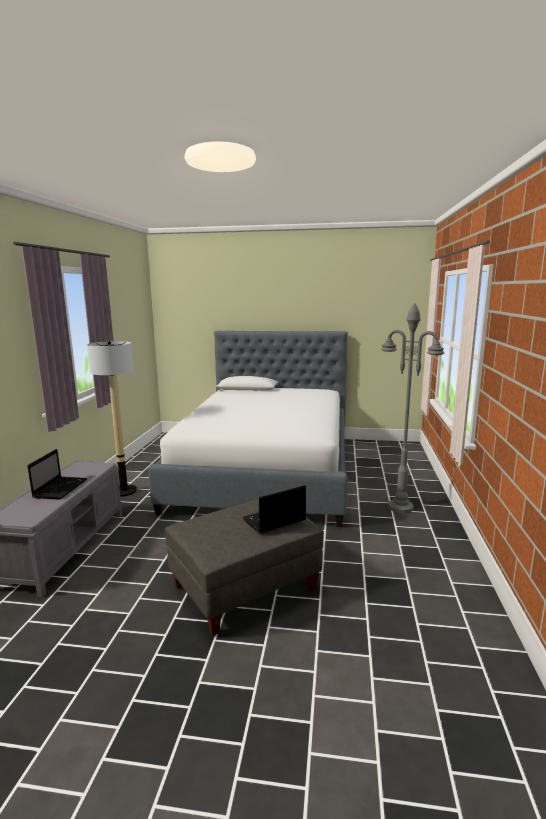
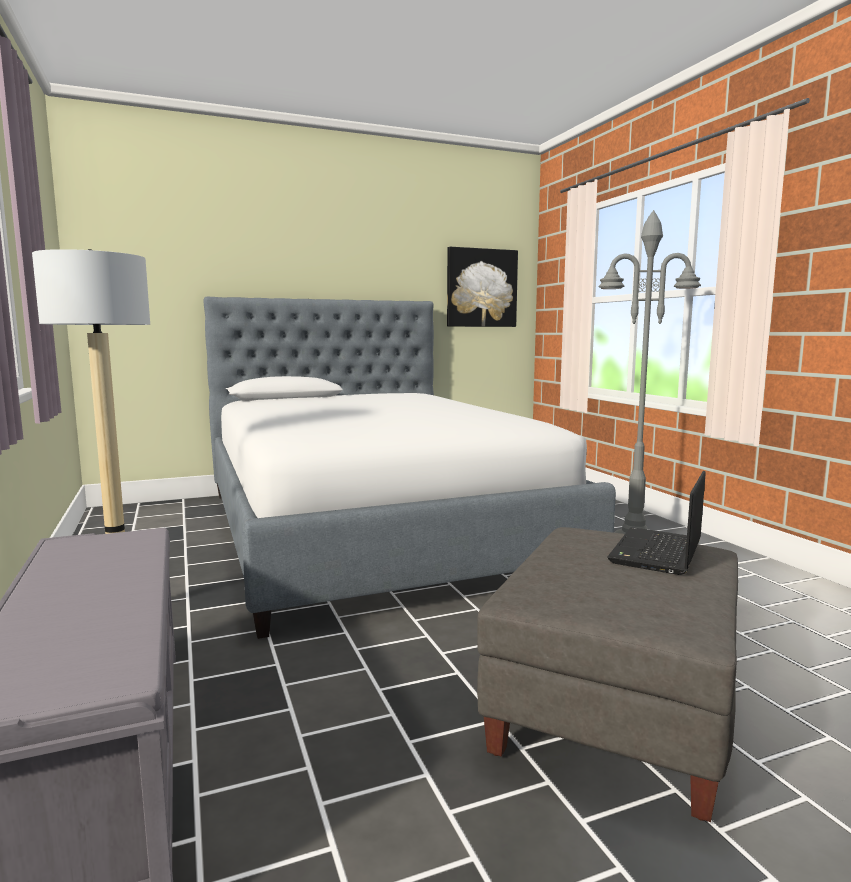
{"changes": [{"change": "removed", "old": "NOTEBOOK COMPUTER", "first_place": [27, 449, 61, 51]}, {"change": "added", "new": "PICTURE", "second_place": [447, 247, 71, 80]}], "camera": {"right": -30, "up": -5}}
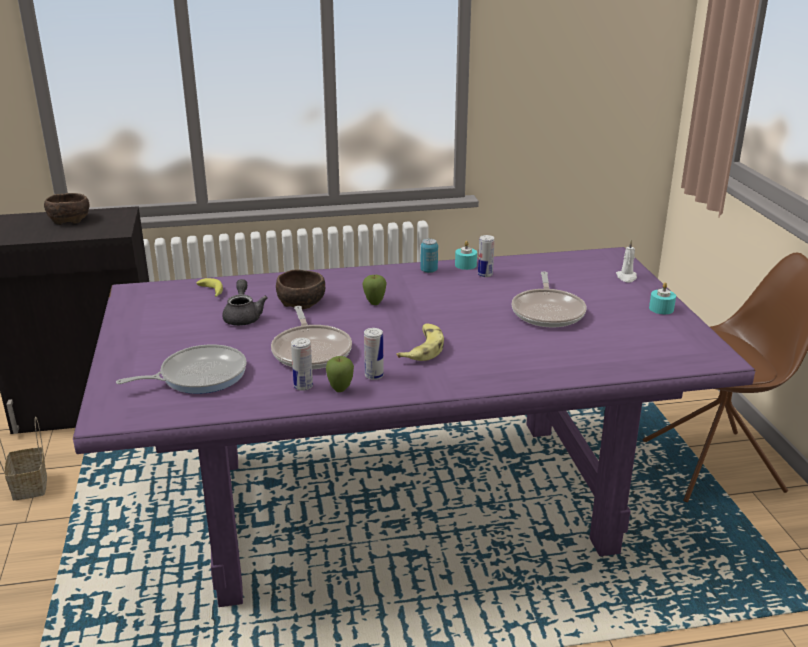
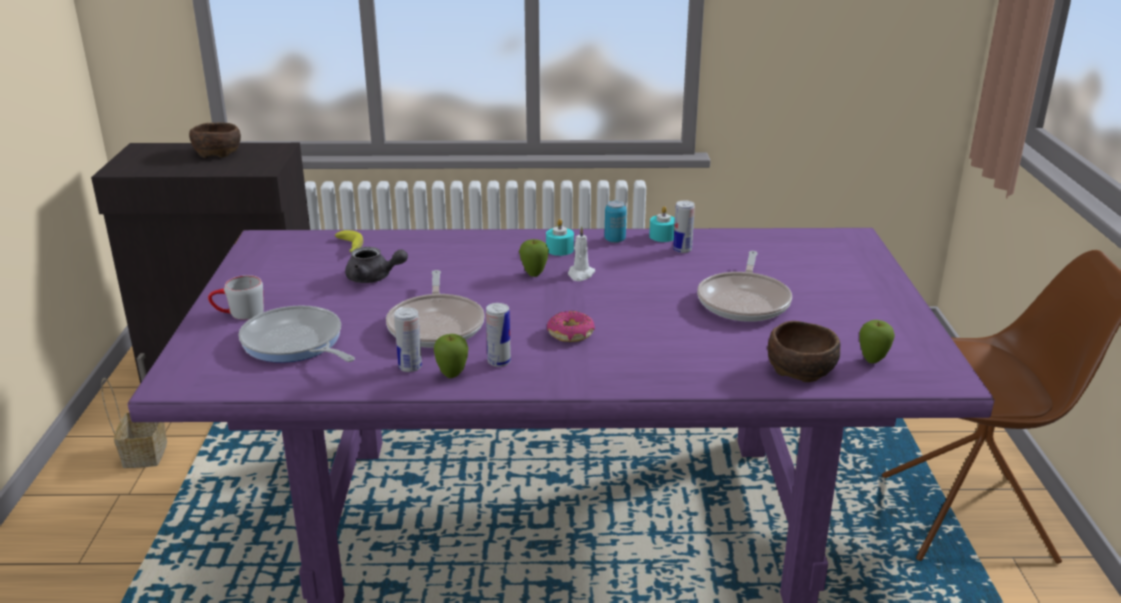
{"changes": [{"change": "added", "new": "GREY MUG", "second_place": [208, 275, 56, 45]}, {"change": "added", "new": "WHOLE APPLE", "second_place": [860, 320, 35, 43]}, {"change": "moved", "old": "BROWNISH BOWL", "first_place": [276, 270, 49, 39], "second_place": [767, 321, 73, 61]}, {"change": "moved", "old": "WHITE CANDLE", "first_place": [616, 240, 21, 43], "second_place": [568, 226, 27, 55]}, {"change": "moved", "old": "TURQUOISE CANDLE", "first_place": [649, 282, 27, 32], "second_place": [546, 219, 28, 37]}, {"change": "replaced", "old": "BANANA FRUIT", "new": "DONUT", "first_place": [396, 323, 48, 38], "second_place": [547, 311, 48, 31]}, {"change": "turned", "old": "PAN", "first_place": [116, 345, 131, 49], "second_place": [238, 305, 117, 58], "degrees": -120}, {"change": "turned", "old": "GREY TEAPOT", "first_place": [222, 279, 46, 47], "second_place": [345, 247, 63, 36], "degrees": 105}], "camera": {"right": 10, "up": 0}}
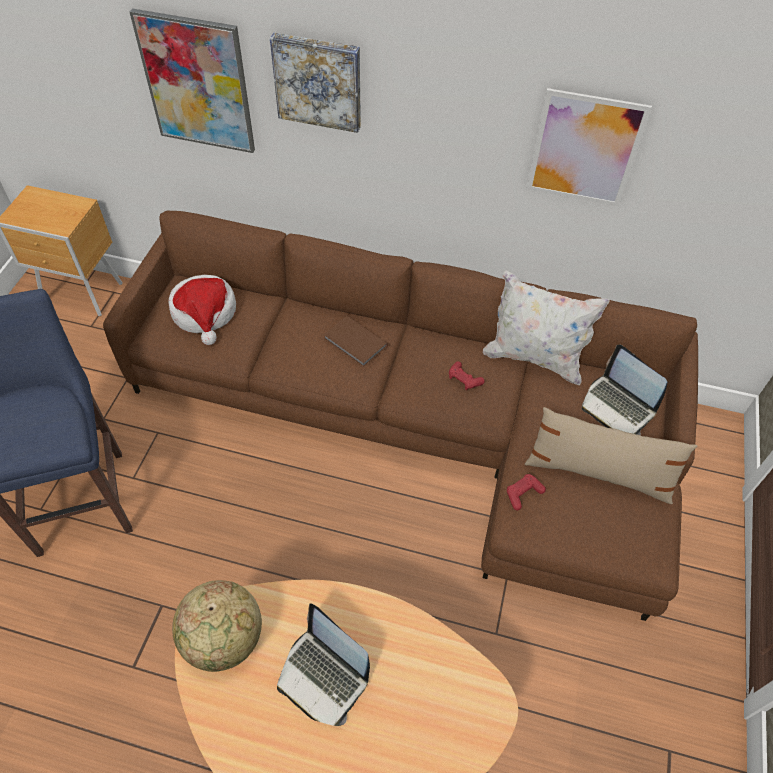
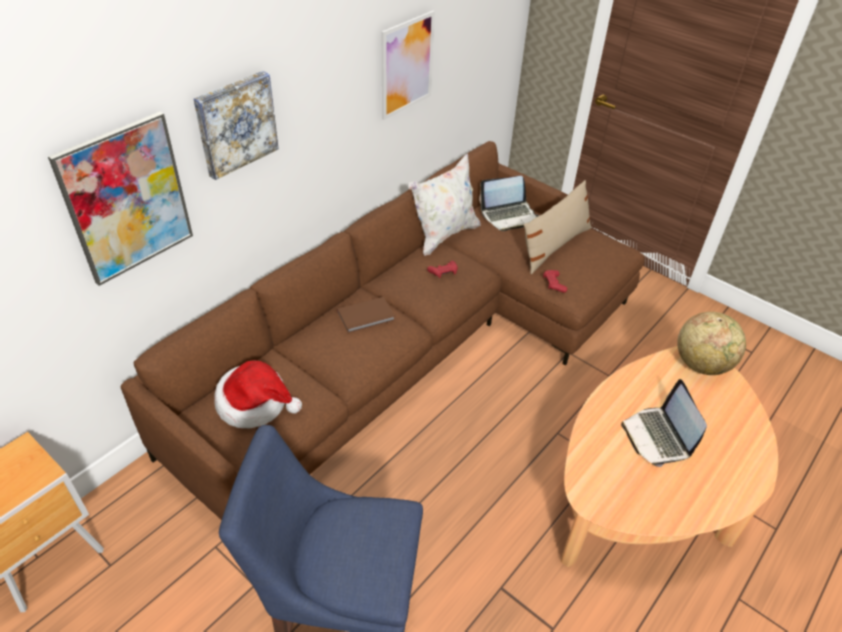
{"changes": [{"change": "moved", "old": "WORLD GLOBE", "first_place": [172, 580, 90, 92], "second_place": [677, 312, 69, 63]}, {"change": "turned", "old": "NOTEBOOK COMPUTER", "first_place": [277, 603, 93, 123], "second_place": [621, 379, 86, 88], "degrees": 105}], "camera": {"right": -65, "up": -10}}
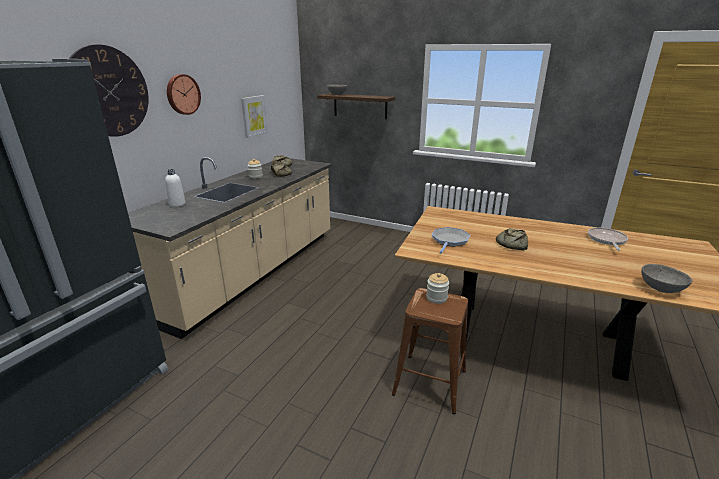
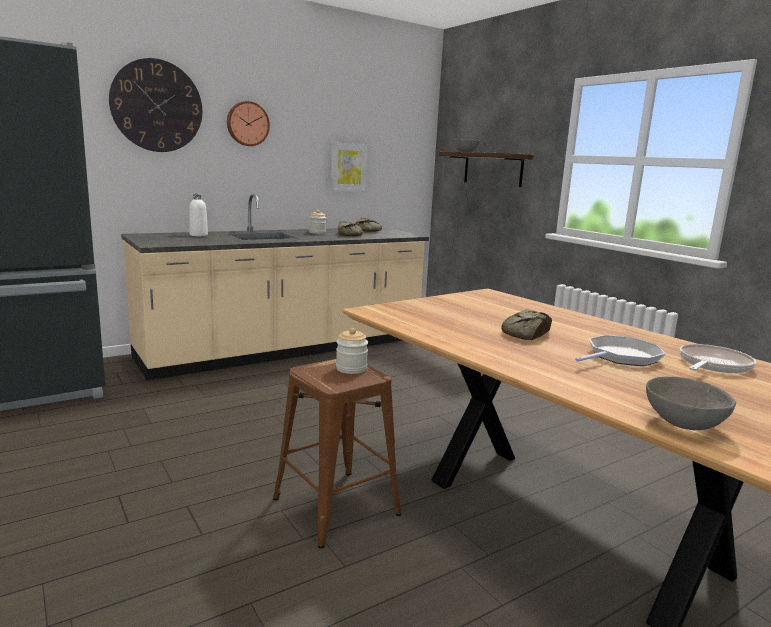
{"changes": [{"change": "moved", "old": "PAN", "first_place": [432, 227, 38, 26], "second_place": [575, 335, 90, 31]}], "camera": {"right": 30, "up": -10}}
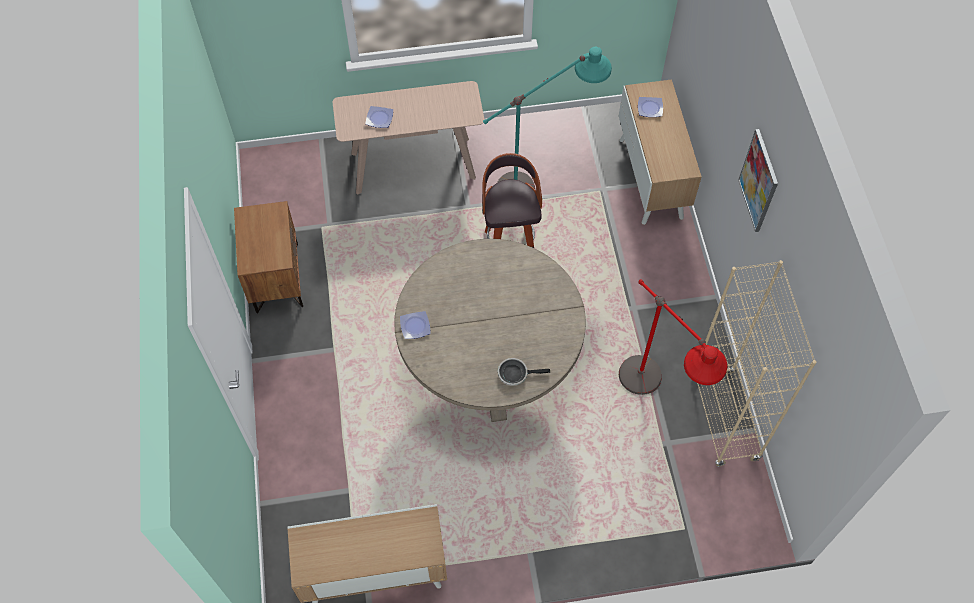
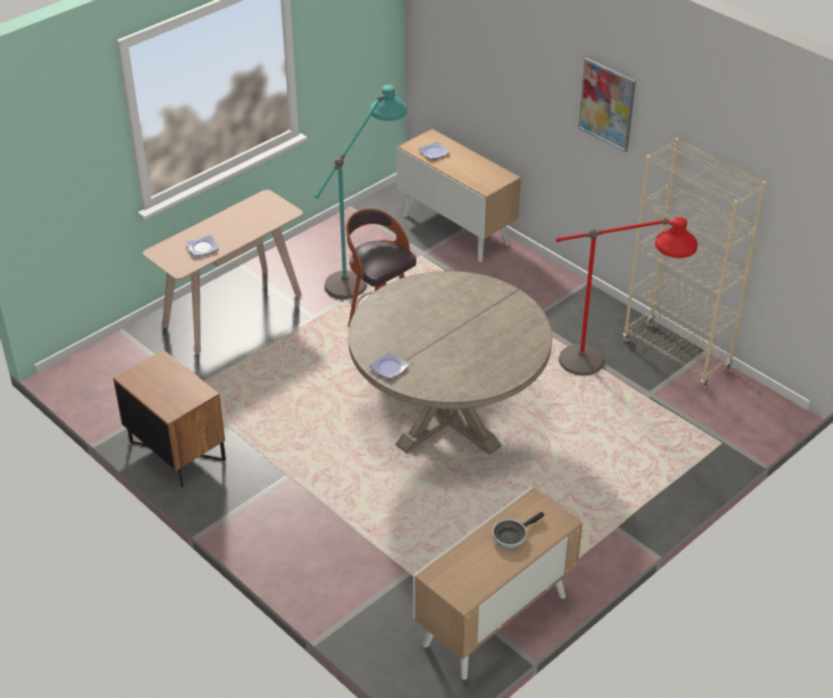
{"changes": [{"change": "moved", "old": "PAN", "first_place": [498, 358, 53, 28], "second_place": [492, 512, 52, 36]}], "camera": {"right": -35, "up": -20}}
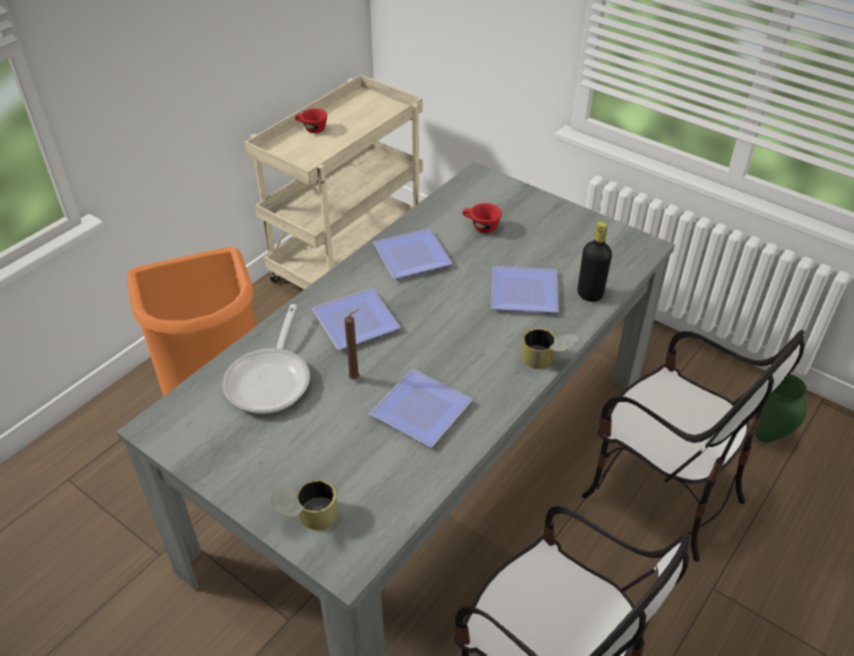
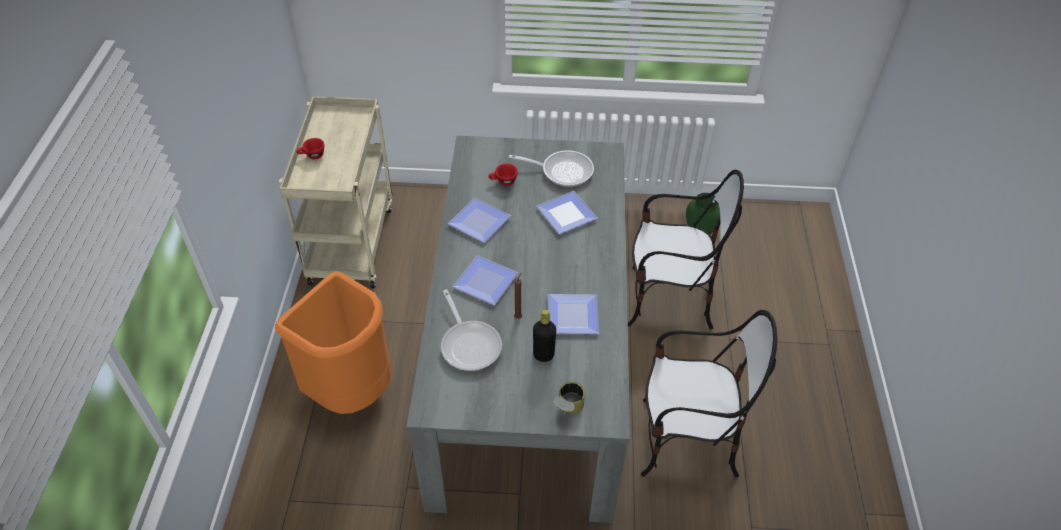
{"changes": [{"change": "removed", "old": "SEALED CAN", "first_place": [521, 327, 58, 42]}, {"change": "added", "new": "PAN", "second_place": [509, 150, 85, 37]}, {"change": "moved", "old": "BLACKISH BEVERAGE BOTTLE", "first_place": [578, 221, 34, 81], "second_place": [533, 309, 23, 53]}], "camera": {"right": -35, "up": 5}}
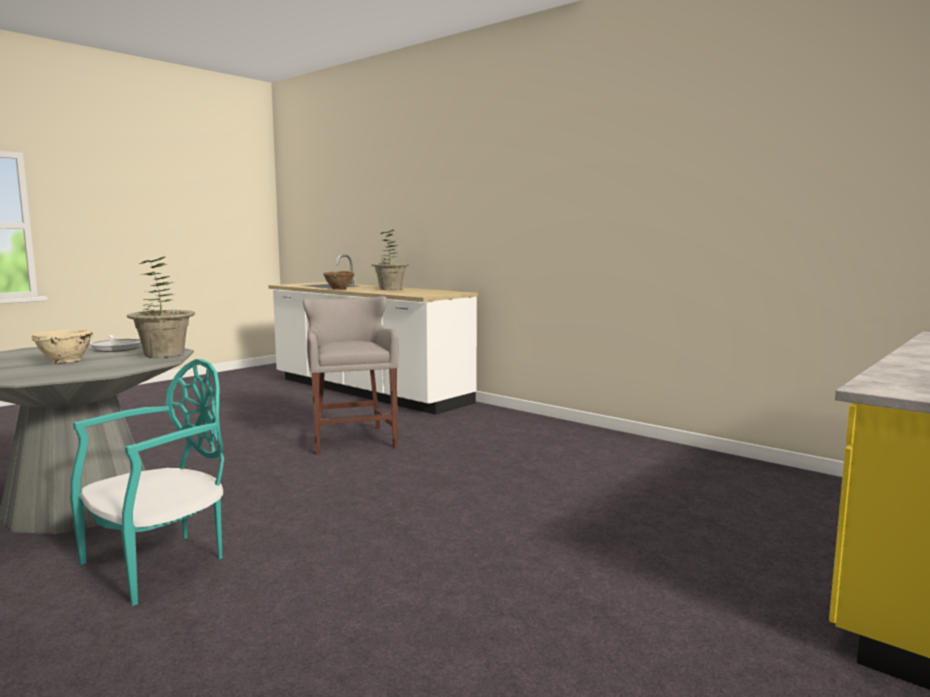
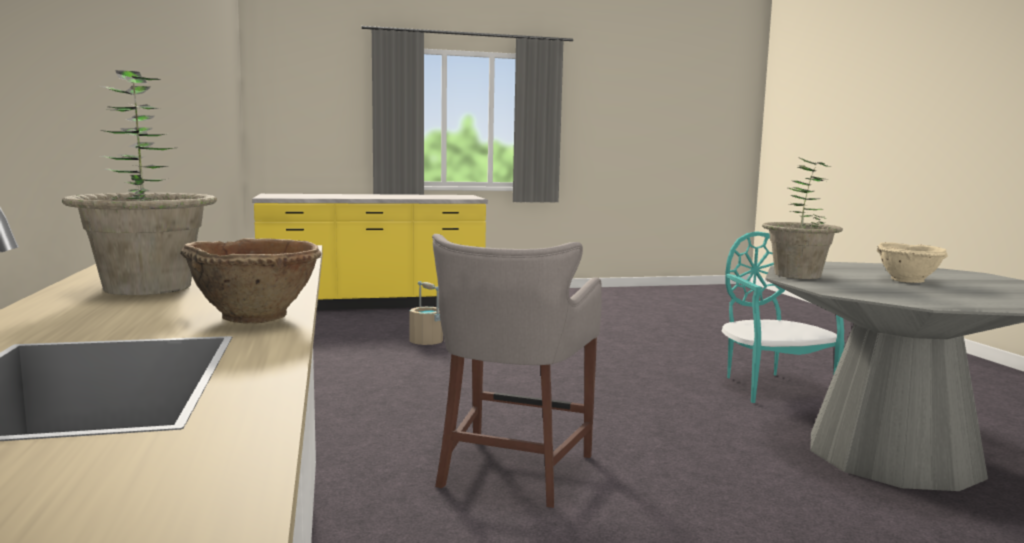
{"changes": [{"change": "removed", "old": "PAN", "first_place": [90, 335, 52, 17]}, {"change": "added", "new": "BEIGE PAIL", "second_place": [409, 281, 34, 64]}, {"change": "turned", "old": "TURQUOISE UPRIGHT CHAIR", "first_place": [70, 359, 154, 247], "second_place": [722, 231, 123, 172], "degrees": 90}], "camera": {"right": -145, "up": 0}}
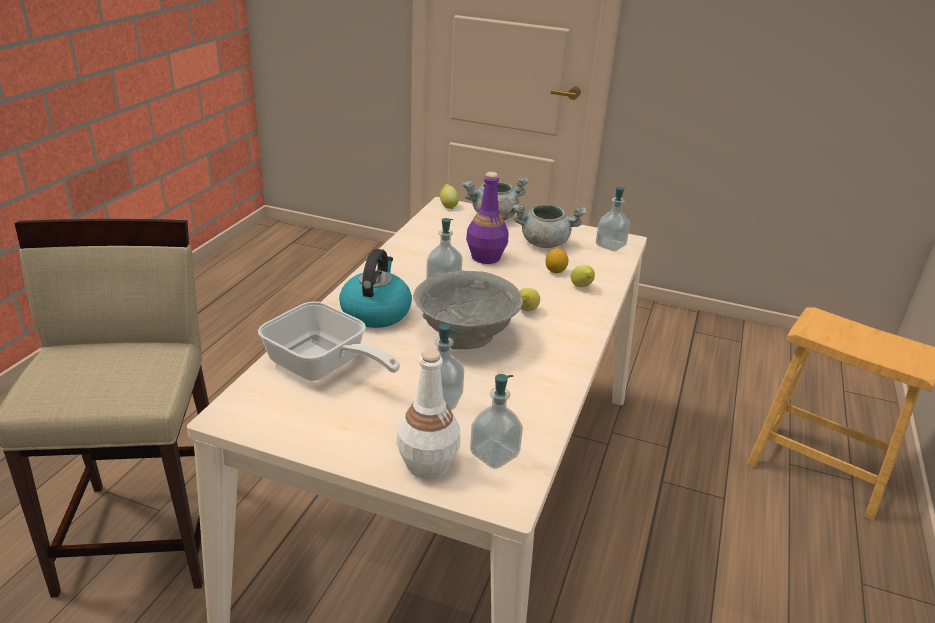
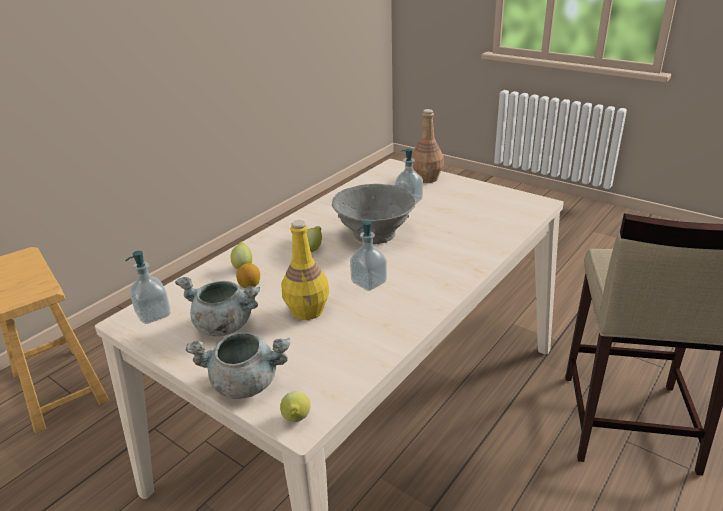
{"changes": [{"change": "removed", "old": "PAN", "first_place": [258, 301, 142, 80]}, {"change": "removed", "old": "TEA KETTLE", "first_place": [339, 249, 73, 79]}, {"change": "removed", "old": "SOAP BOTTLE", "first_place": [470, 374, 53, 95]}, {"change": "recoloured", "old": "WHITE BEVERAGE BOTTLE", "new": "BROWNISH BEVERAGE BOTTLE", "first_place": [396, 349, 64, 130], "second_place": [412, 109, 32, 74]}, {"change": "recoloured", "old": "PURPLE-COLOURED BEVERAGE BOTTLE", "new": "YELLOW-COLOURED BEVERAGE BOTTLE", "first_place": [466, 172, 43, 92], "second_place": [281, 220, 48, 100]}], "camera": {"right": -160, "up": 0}}
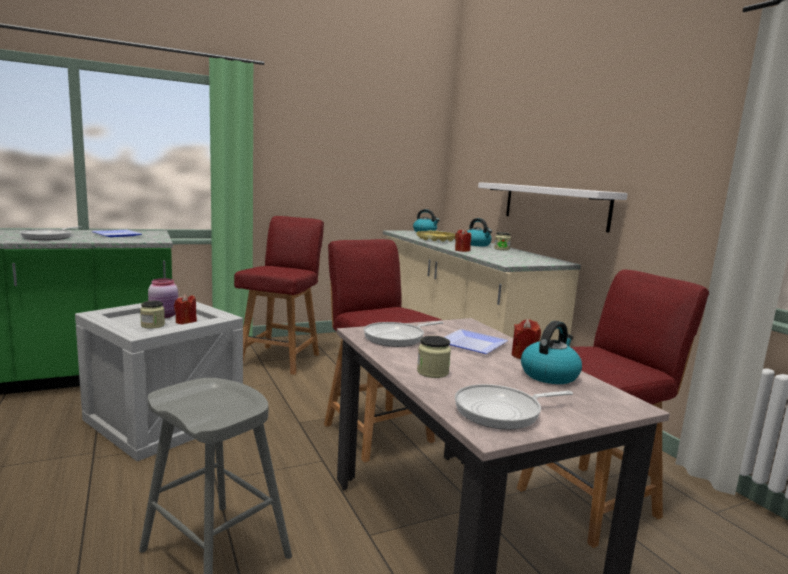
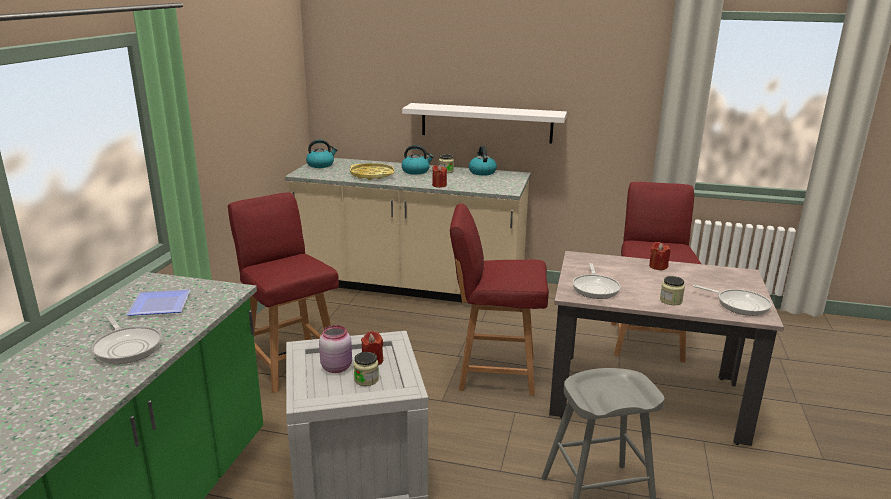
{"changes": [{"change": "removed", "old": "DINNER PLATE", "first_place": [444, 329, 64, 25]}, {"change": "moved", "old": "TEA KETTLE", "first_place": [521, 321, 61, 63], "second_place": [469, 146, 28, 30]}, {"change": "turned", "old": "PAN", "first_place": [455, 384, 118, 46], "second_place": [693, 285, 79, 31], "degrees": -75}], "camera": {"right": -50, "up": 10}}
